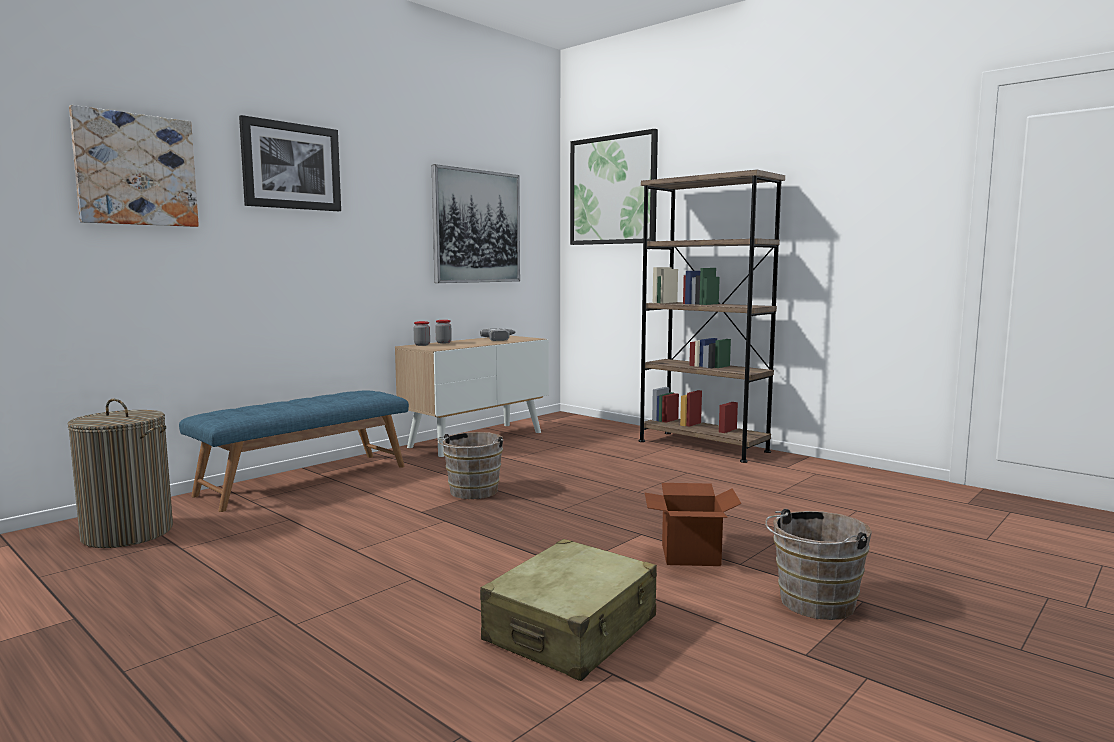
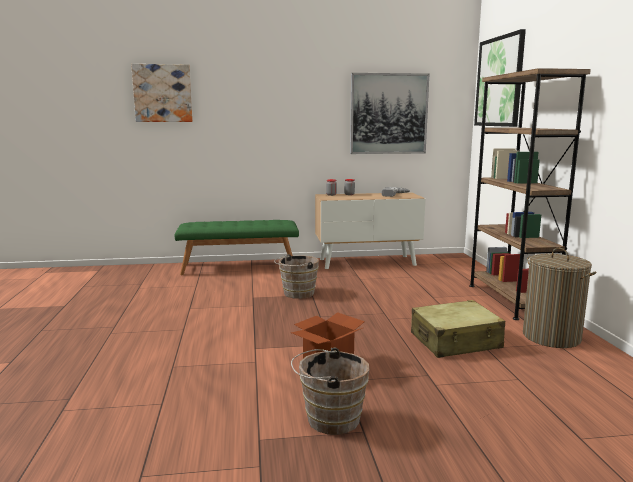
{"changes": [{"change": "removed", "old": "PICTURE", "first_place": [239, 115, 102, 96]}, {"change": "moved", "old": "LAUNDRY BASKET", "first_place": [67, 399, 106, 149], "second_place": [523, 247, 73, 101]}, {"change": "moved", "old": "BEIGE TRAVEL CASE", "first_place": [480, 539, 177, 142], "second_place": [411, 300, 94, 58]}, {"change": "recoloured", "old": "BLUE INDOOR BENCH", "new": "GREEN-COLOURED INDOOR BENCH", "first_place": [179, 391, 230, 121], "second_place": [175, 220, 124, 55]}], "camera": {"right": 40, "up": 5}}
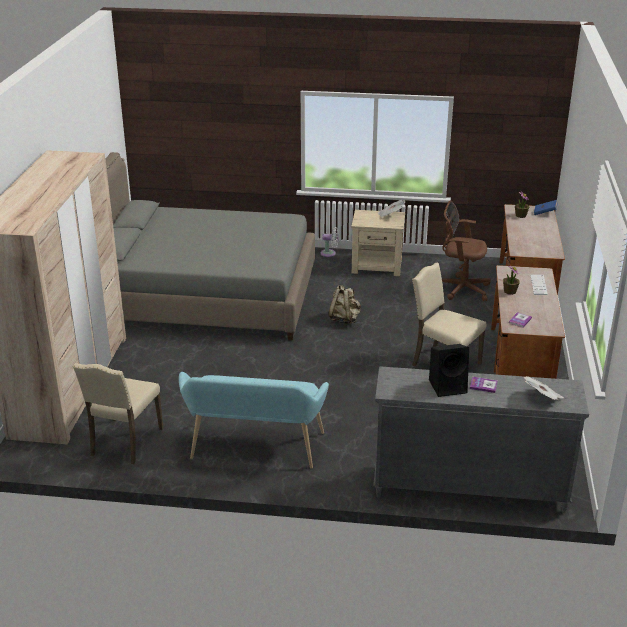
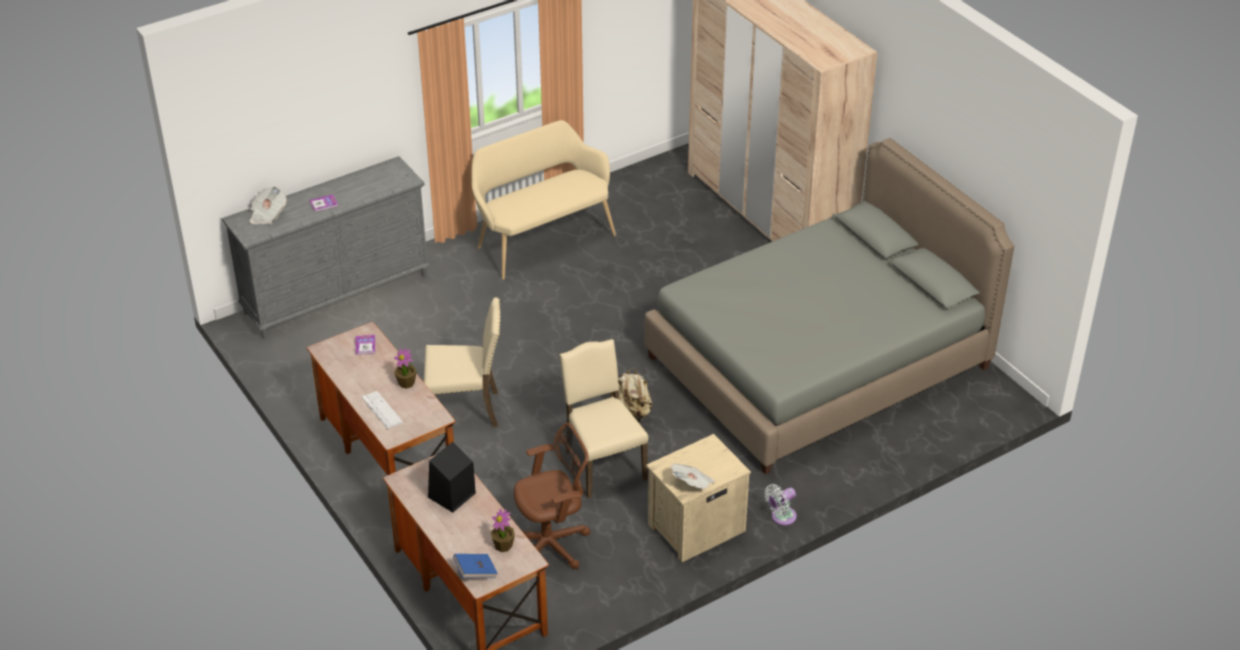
{"changes": [{"change": "moved", "old": "BEIGE UPRIGHT CHAIR", "first_place": [73, 363, 90, 101], "second_place": [560, 339, 89, 160]}, {"change": "moved", "old": "BLACKISH LOUDSPEAKER", "first_place": [429, 344, 40, 53], "second_place": [428, 442, 48, 71]}, {"change": "recoloured", "old": "TURQUOISE INDOOR BENCH", "new": "BEIGE INDOOR BENCH", "first_place": [179, 372, 150, 97], "second_place": [471, 120, 145, 160]}], "camera": {"right": 140, "up": 10}}
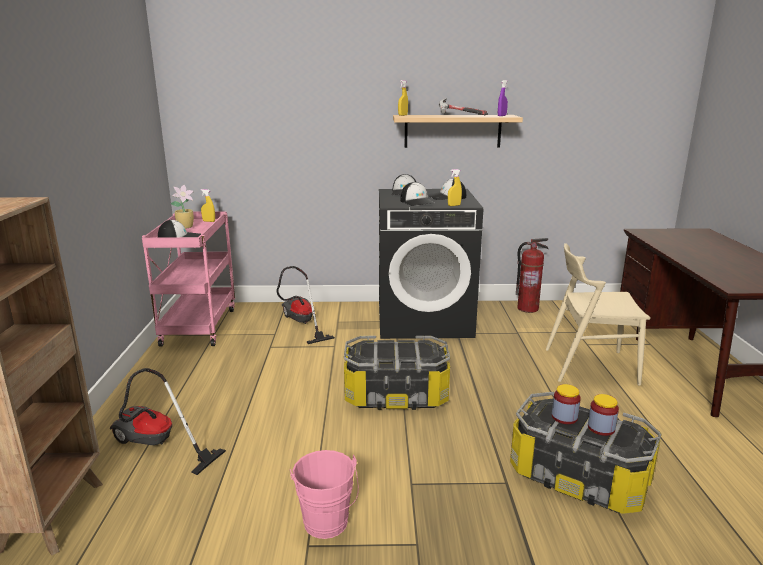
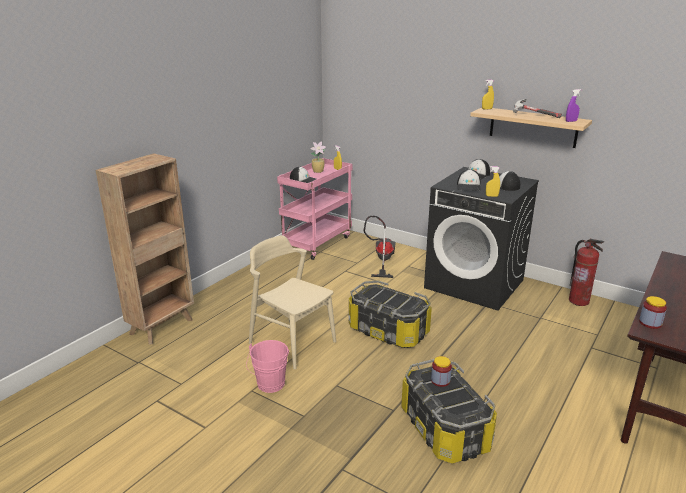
{"changes": [{"change": "removed", "old": "VACUUM CLEANER", "first_place": [110, 368, 116, 107]}, {"change": "moved", "old": "BEIGE UPRIGHT CHAIR", "first_place": [546, 243, 104, 143], "second_place": [249, 235, 87, 135]}, {"change": "moved", "old": "PRESERVE JAR", "first_place": [588, 394, 31, 42], "second_place": [639, 296, 28, 33]}], "camera": {"right": 35, "up": 5}}
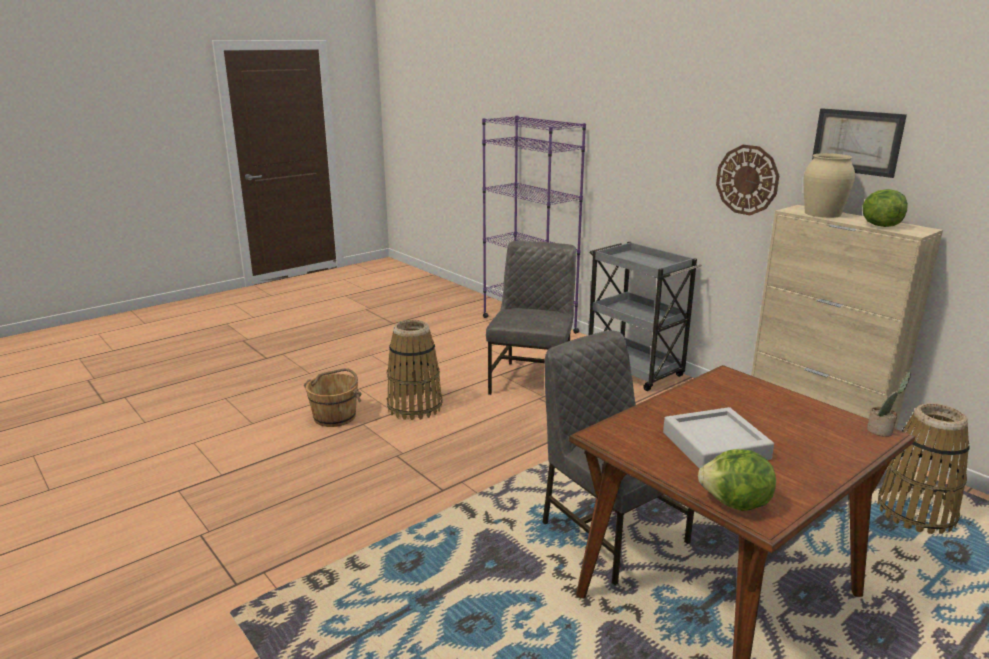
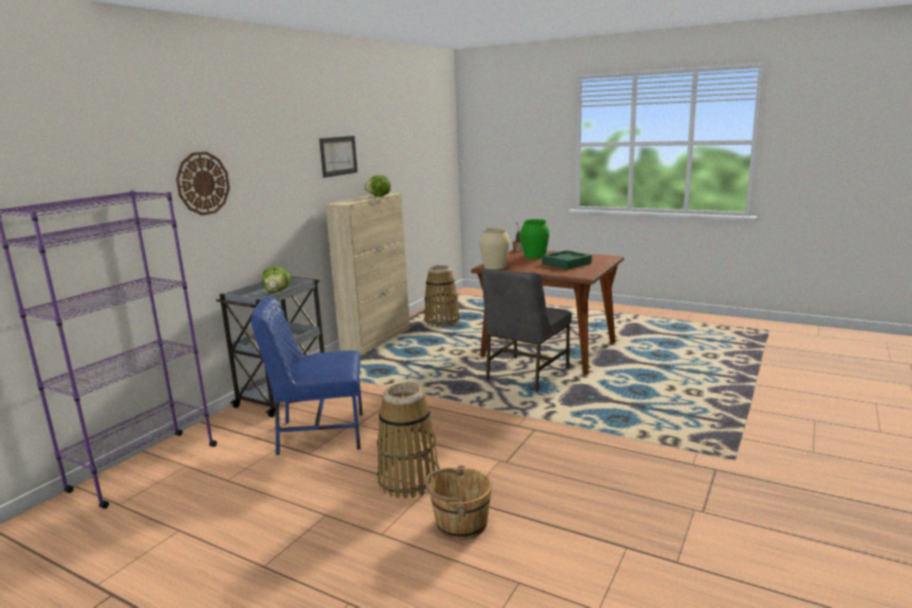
{"changes": [{"change": "added", "new": "GREEN-COLOURED FLOWER VASE", "second_place": [520, 219, 30, 40]}, {"change": "moved", "old": "LETTUCE HEAD", "first_place": [698, 449, 78, 62], "second_place": [262, 267, 29, 25]}, {"change": "moved", "old": "CLOCK ON THE WALL", "first_place": [716, 145, 63, 70], "second_place": [176, 152, 54, 64]}, {"change": "moved", "old": "BEIGE FLOWER VASE", "first_place": [804, 153, 51, 65], "second_place": [479, 227, 31, 42]}, {"change": "recoloured", "old": "GREY UPRIGHT CHAIR", "new": "BLUE UPRIGHT CHAIR", "first_place": [486, 241, 90, 154], "second_place": [251, 297, 112, 158]}, {"change": "recoloured", "old": "GREY SERVING TRAY", "new": "GREEN-COLOURED SERVING TRAY", "first_place": [663, 407, 111, 62], "second_place": [542, 250, 50, 19]}], "camera": {"right": -110, "up": -5}}
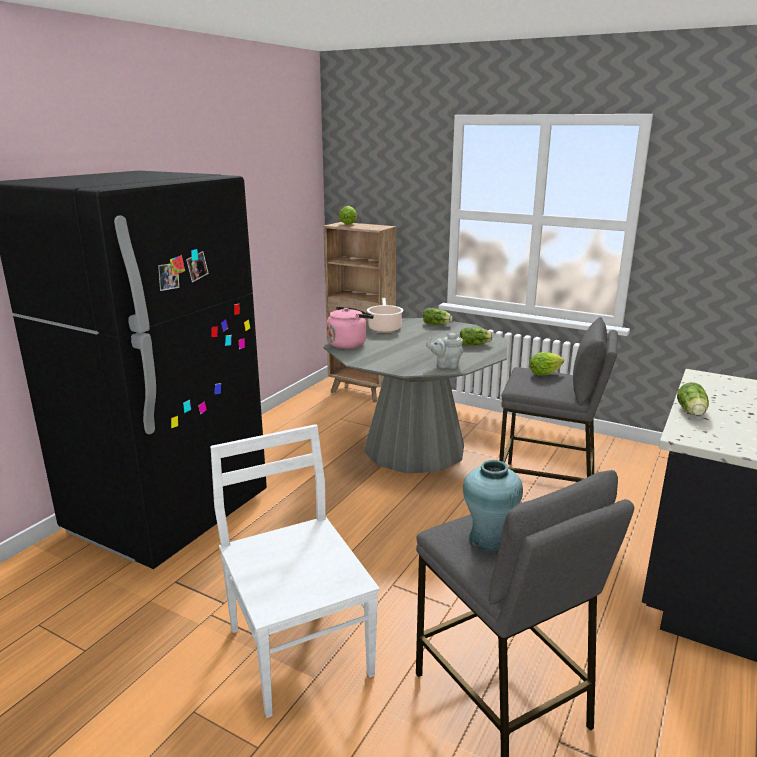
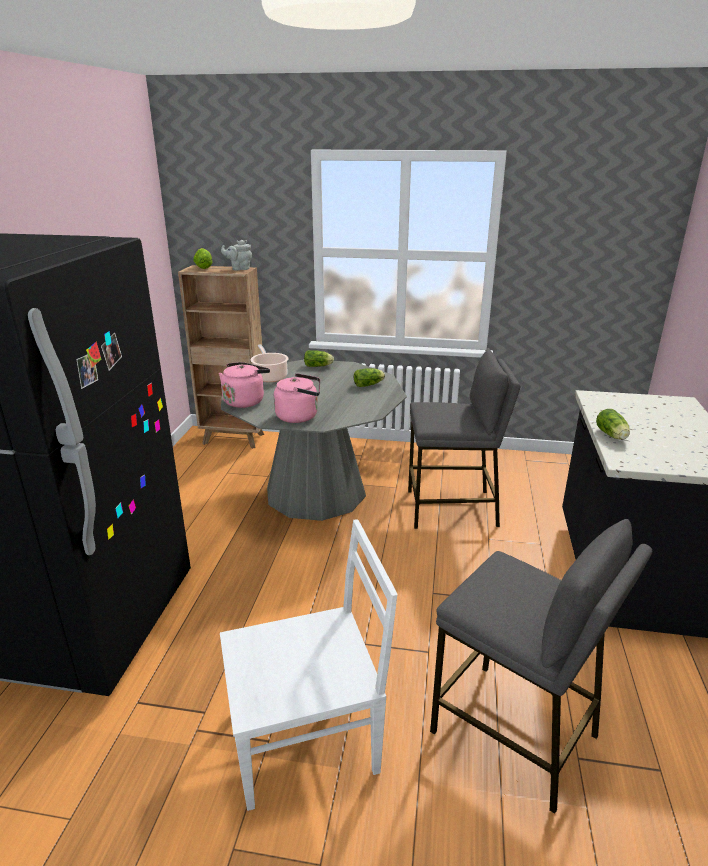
{"changes": [{"change": "removed", "old": "TURQUOISE FLOWER VASE", "first_place": [463, 460, 60, 92]}, {"change": "removed", "old": "LETTUCE HEAD", "first_place": [530, 352, 34, 24]}, {"change": "added", "new": "PINKISH TEA KETTLE", "second_place": [274, 373, 46, 50]}, {"change": "moved", "old": "GREY TEAPOT", "first_place": [426, 333, 37, 36], "second_place": [221, 240, 31, 30]}, {"change": "turned", "old": "WHITE UPRIGHT CHAIR", "first_place": [210, 424, 170, 294], "second_place": [220, 519, 178, 292], "degrees": 120}], "camera": {"right": -20, "up": 5}}
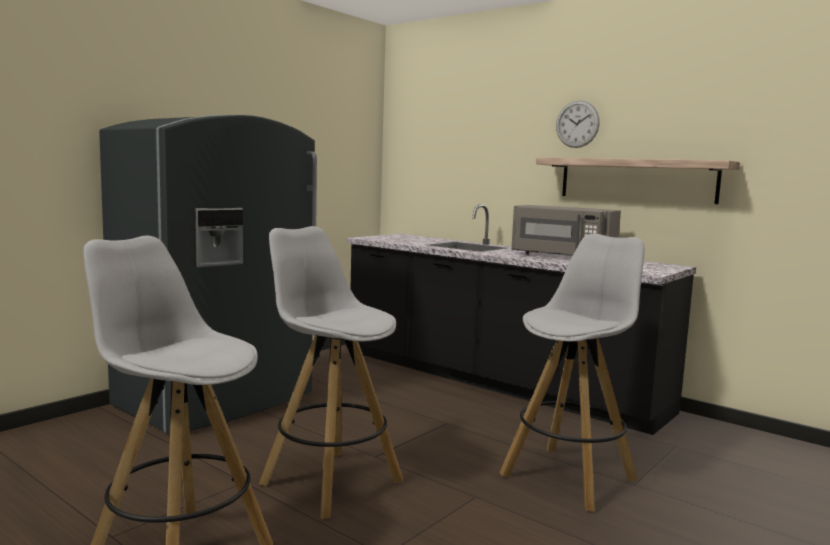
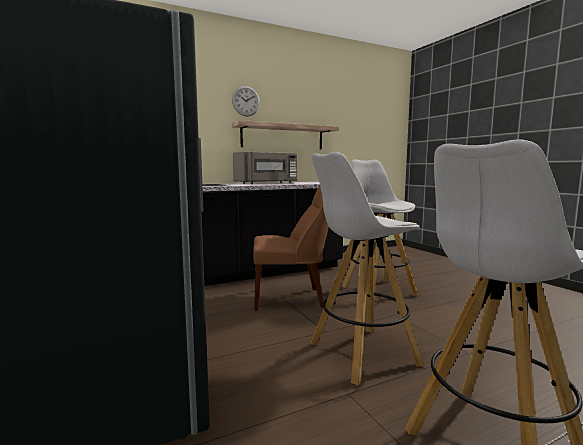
{"changes": [{"change": "added", "new": "BROWNISH UPRIGHT CHAIR", "second_place": [253, 185, 76, 126]}], "camera": {"right": -65, "up": 0}}
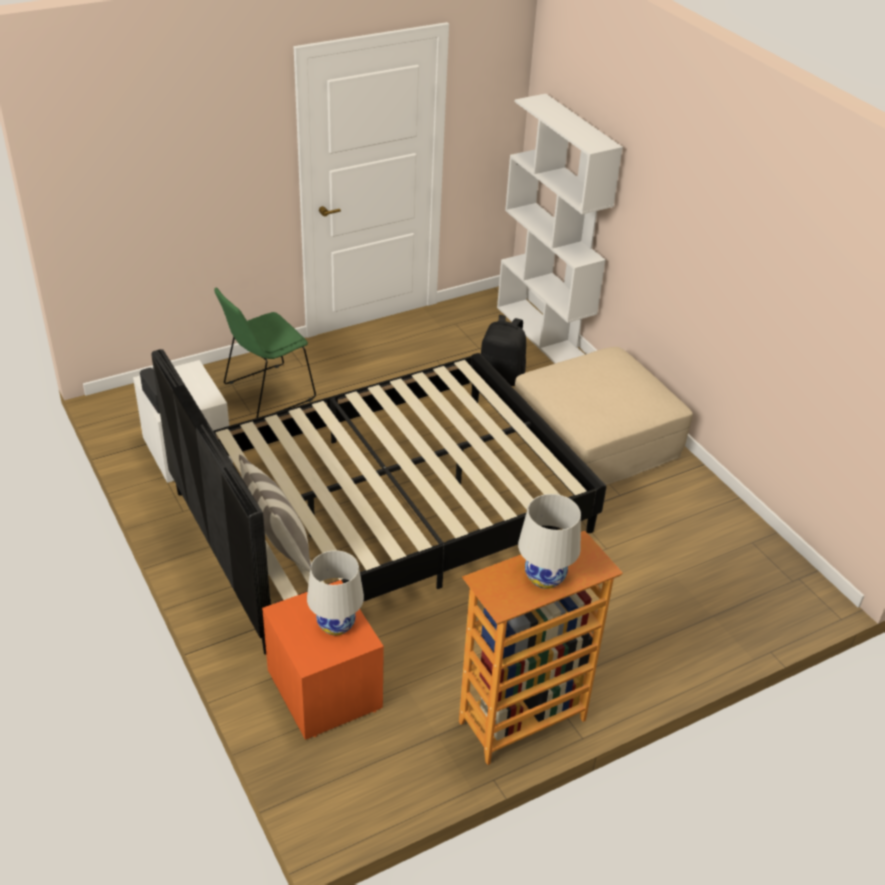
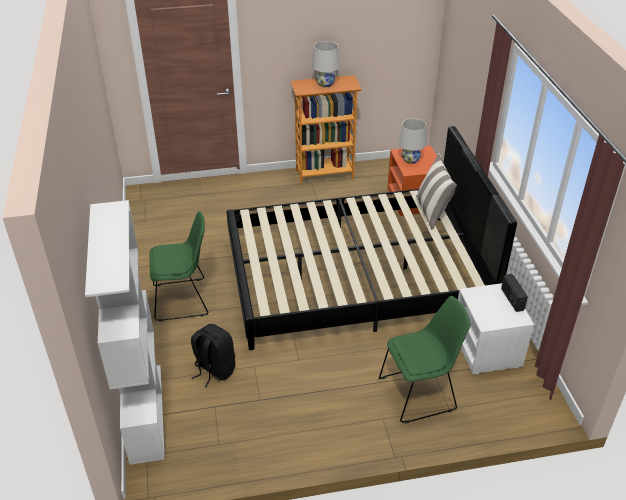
{"changes": [{"change": "replaced", "old": "BEIGE FOOTREST", "new": "GREEN-COLOURED UPRIGHT CHAIR", "first_place": [515, 347, 178, 138], "second_place": [149, 211, 59, 110]}], "camera": {"right": -160, "up": 0}}
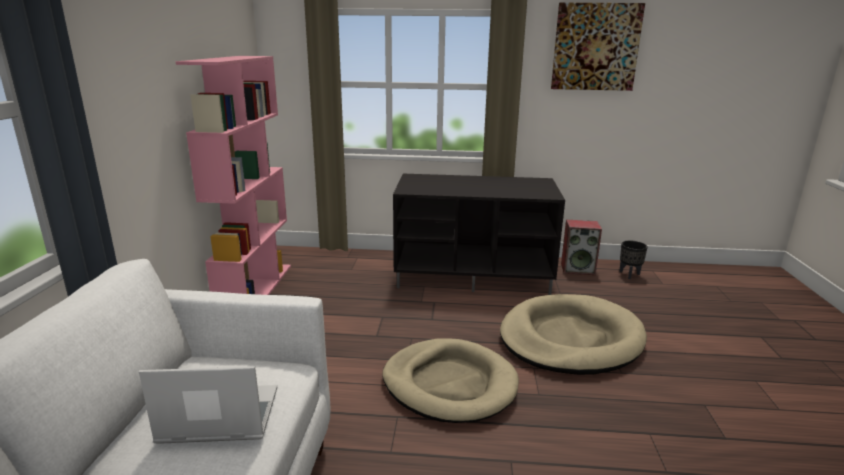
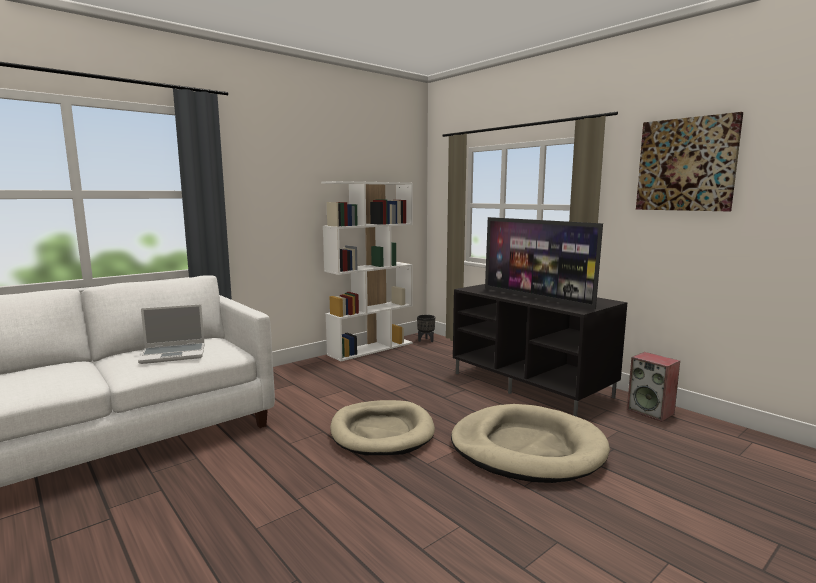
{"changes": [{"change": "added", "new": "TELEVISION", "second_place": [485, 217, 118, 92]}, {"change": "moved", "old": "BLACKISH FLOWER POT", "first_place": [619, 241, 29, 38], "second_place": [417, 315, 18, 27]}, {"change": "recoloured", "old": "PINKISH BOOKSHELF", "new": "WHITE BOOKSHELF", "first_place": [176, 56, 115, 239], "second_place": [321, 181, 92, 180]}, {"change": "turned", "old": "NOTEBOOK COMPUTER", "first_place": [139, 366, 138, 78], "second_place": [138, 304, 67, 60], "degrees": 120}], "camera": {"right": 45, "up": -10}}
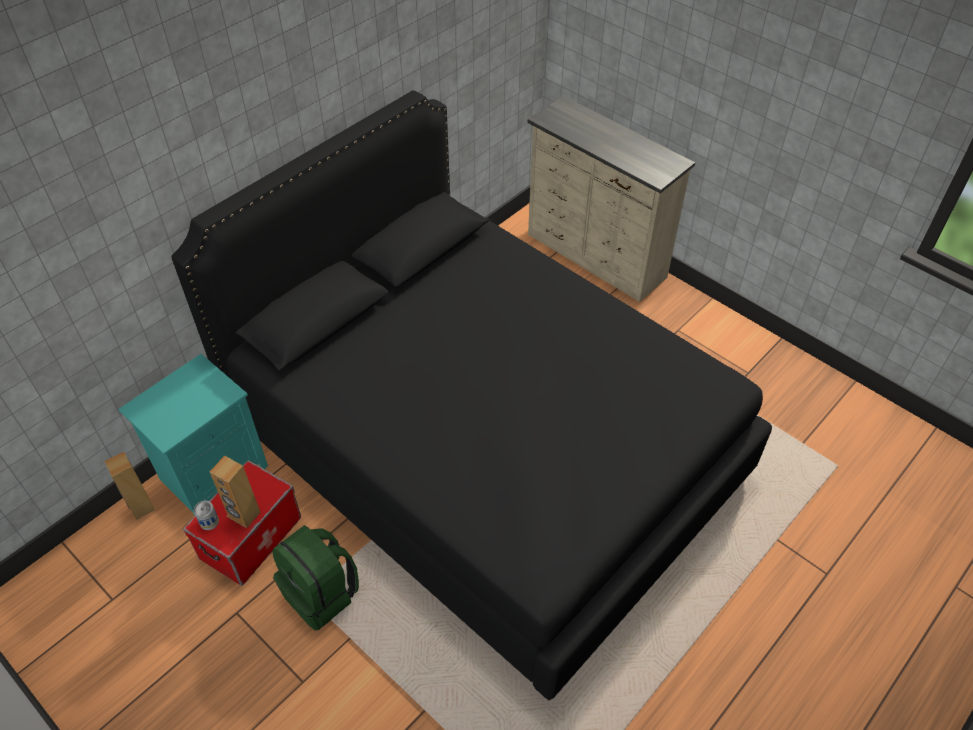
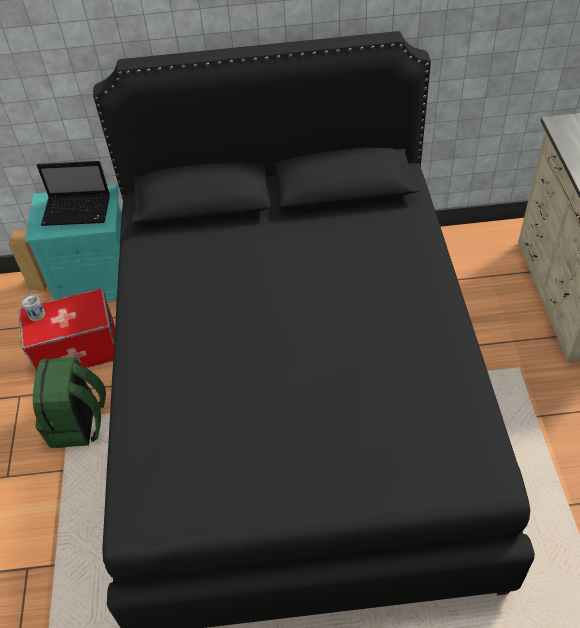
{"changes": [{"change": "removed", "old": "BROWNISH LOUDSPEAKER", "first_place": [210, 456, 51, 72]}, {"change": "added", "new": "NOTEBOOK COMPUTER", "second_place": [37, 161, 73, 65]}], "camera": {"right": 45, "up": 0}}
